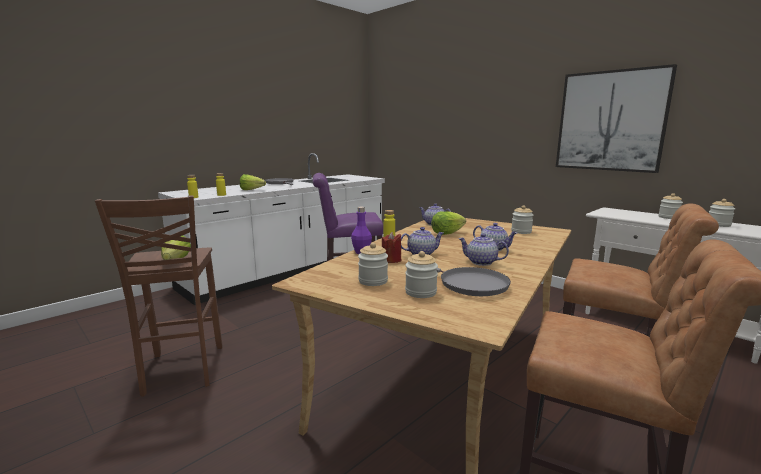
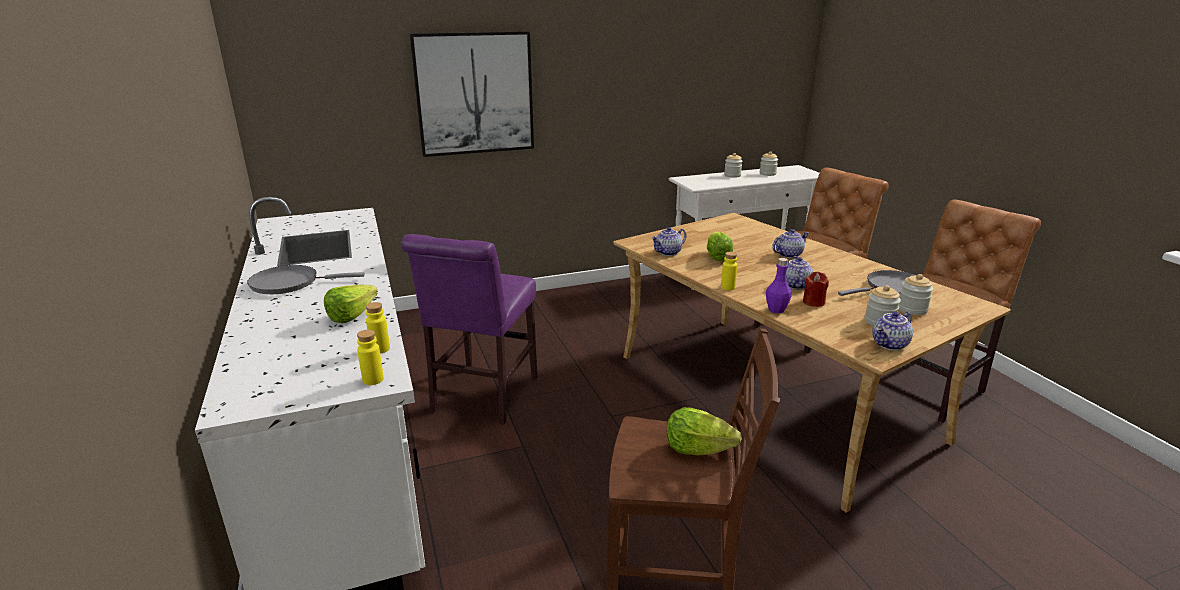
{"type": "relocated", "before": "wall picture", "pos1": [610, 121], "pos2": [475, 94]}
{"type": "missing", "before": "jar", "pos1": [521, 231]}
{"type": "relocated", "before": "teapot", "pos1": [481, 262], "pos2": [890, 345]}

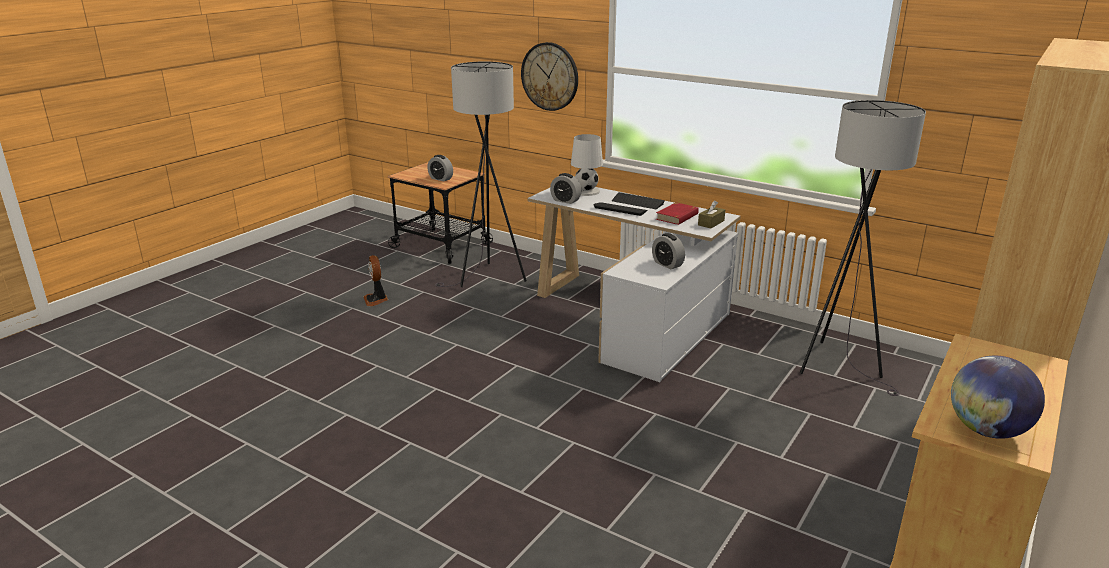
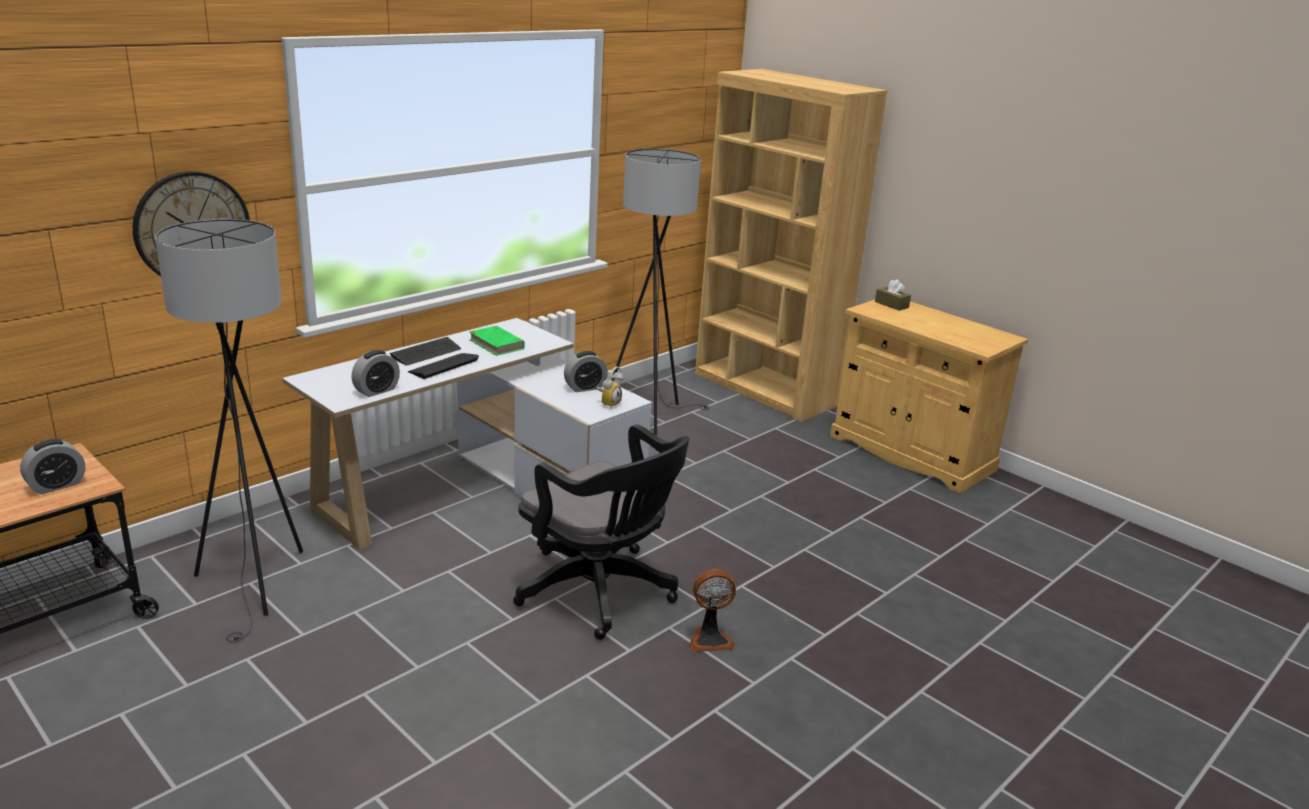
{"type": "missing", "before": "whitish tabletop lamp", "pos1": [586, 191]}
{"type": "relocated", "before": "brown-coloured tissue box", "pos1": [711, 223], "pos2": [891, 304]}
{"type": "colour", "before": "reddish bound book", "after": "green-coloured bound book", "pos1": [677, 216], "pos2": [496, 344]}
{"type": "relocated", "before": "cooling fan", "pos1": [376, 300], "pos2": [710, 639]}
{"type": "missing", "before": "world globe", "pos1": [987, 430]}
{"type": "appeared", "after": "alarm clock", "pos2": [608, 403]}
{"type": "appeared", "after": "black-coloured office chair", "pos2": [601, 593]}

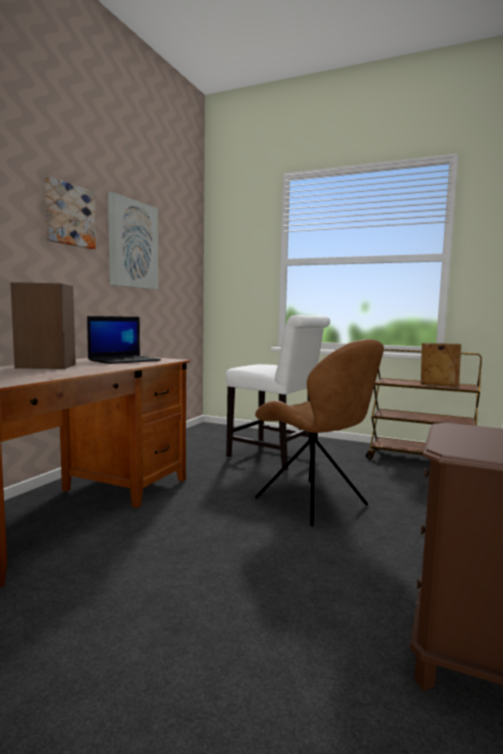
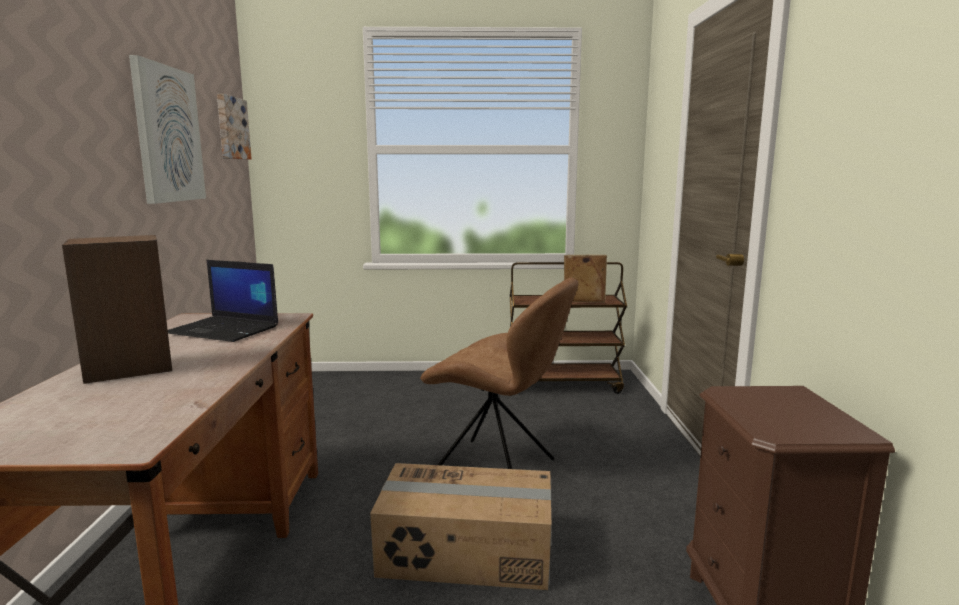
{"type": "relocated", "before": "wall picture", "pos1": [69, 215], "pos2": [231, 128]}
{"type": "missing", "before": "whitish upright chair", "pos1": [275, 457]}
{"type": "spun", "before": "laptop", "pos1": [125, 360], "pos2": [225, 330], "turn": 90}
{"type": "appeared", "after": "packing box", "pos2": [466, 552]}

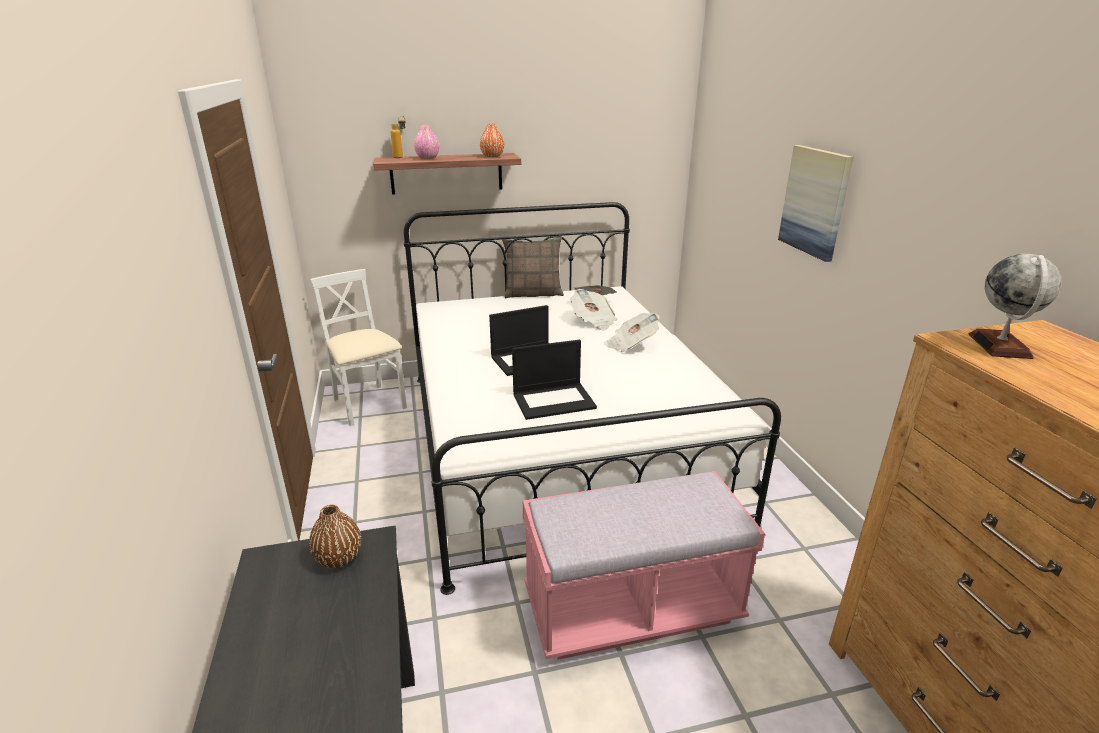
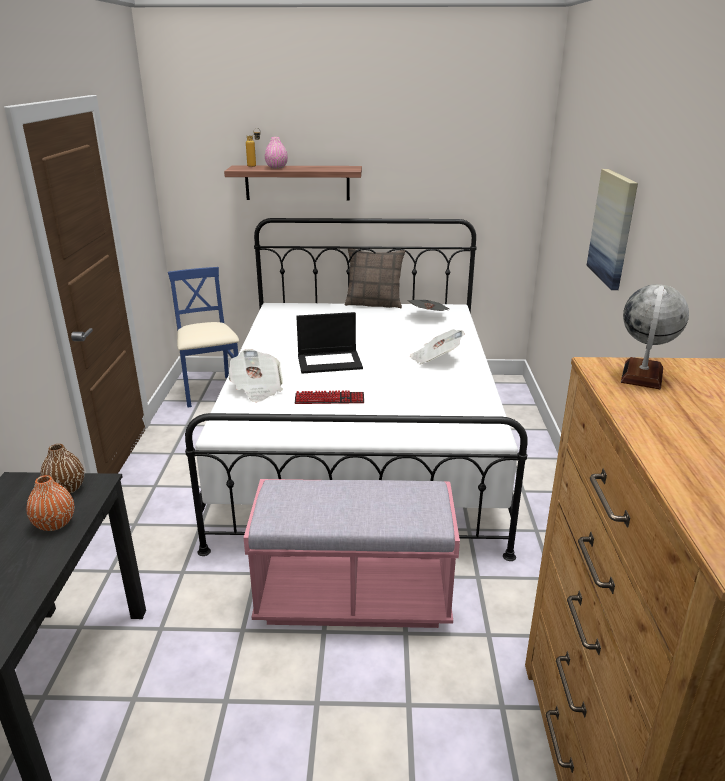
{"type": "relocated", "before": "orange decorative vase", "pos1": [492, 156], "pos2": [54, 523]}
{"type": "colour", "before": "whitish upright chair", "after": "bluish upright chair", "pos1": [368, 404], "pos2": [211, 391]}
{"type": "relocated", "before": "printed paper", "pos1": [593, 321], "pos2": [257, 389]}
{"type": "exchanged", "before": "laptop", "after": "keyboard", "pos1": [554, 400], "pos2": [329, 399]}

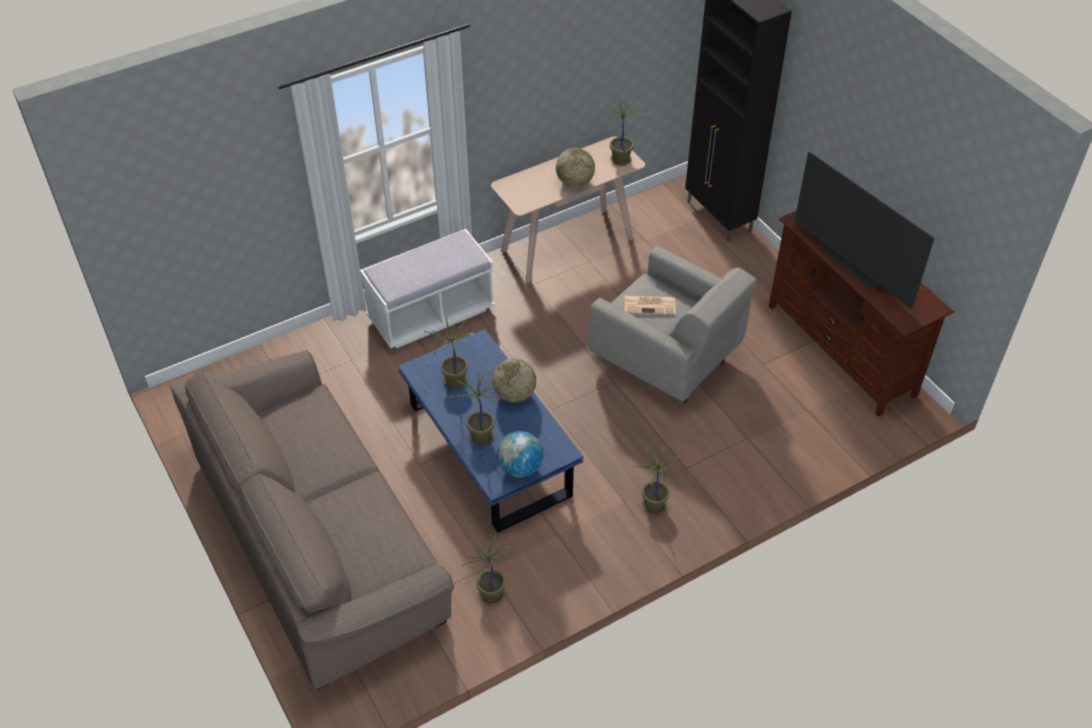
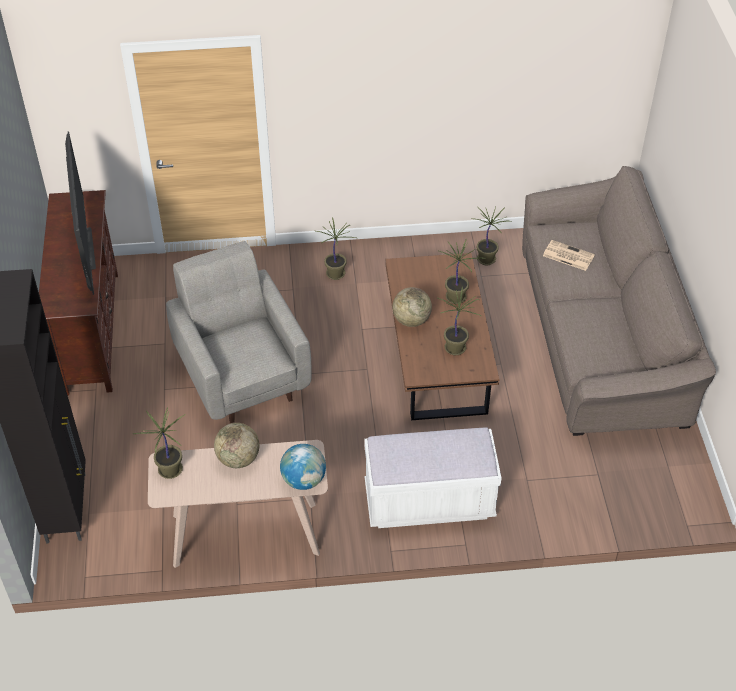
{"type": "relocated", "before": "printed paper", "pos1": [650, 305], "pos2": [567, 256]}
{"type": "colour", "before": "bluish low table", "after": "brown-coloured low table", "pos1": [489, 449], "pos2": [437, 355]}
{"type": "relocated", "before": "world globe", "pos1": [520, 468], "pos2": [304, 480]}

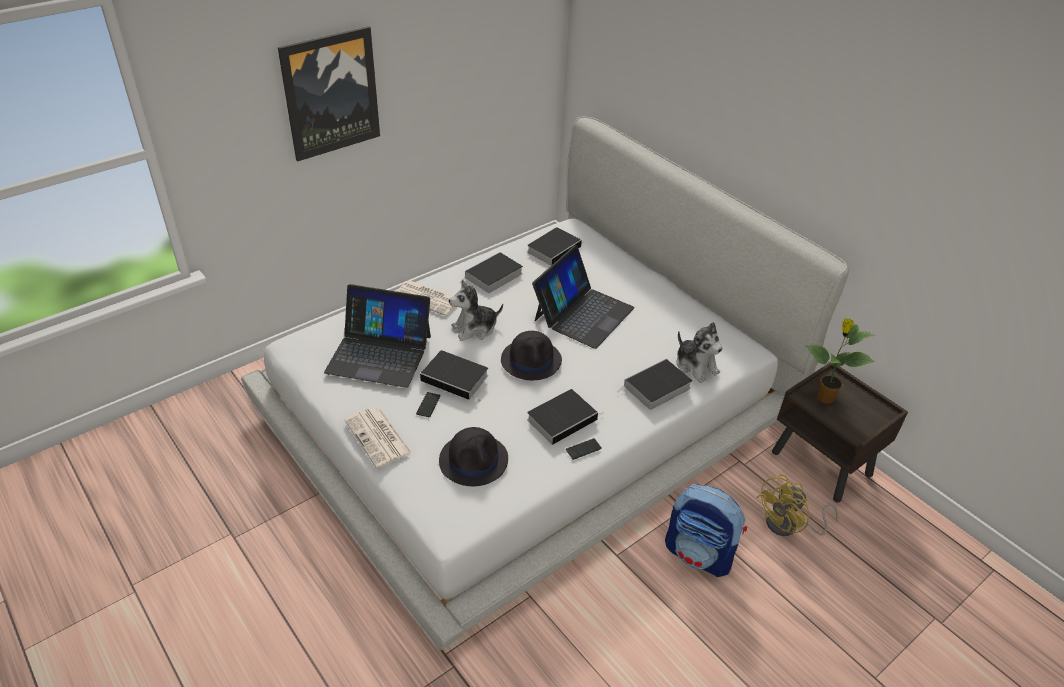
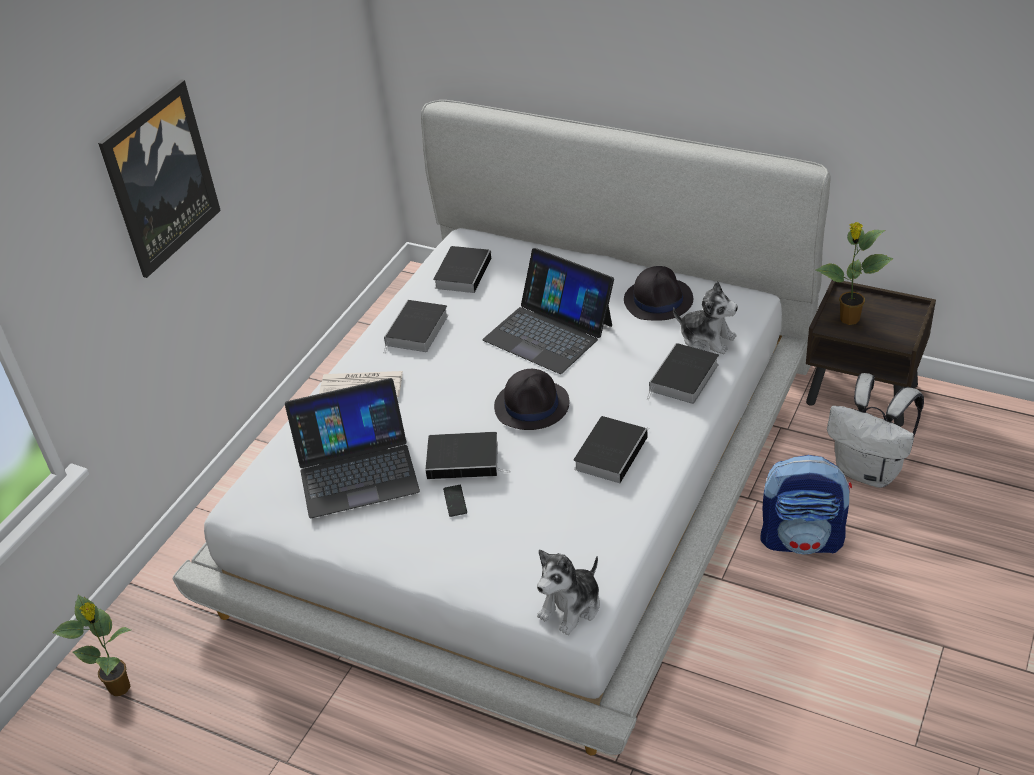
{"type": "spun", "before": "laptop", "pos1": [583, 313], "pos2": [549, 332], "turn": 120}
{"type": "relocated", "before": "cuddly toy", "pos1": [475, 329], "pos2": [571, 607]}
{"type": "missing", "before": "printed paper", "pos1": [379, 438]}
{"type": "relocated", "before": "black-coloured hat", "pos1": [474, 460], "pos2": [658, 300]}
{"type": "missing", "before": "telephone", "pos1": [583, 449]}
{"type": "exchanged", "before": "yellowish cooling fan", "after": "whitish backpack", "pos1": [788, 526], "pos2": [869, 471]}
{"type": "appeared", "after": "plant in a pot", "pos2": [121, 688]}

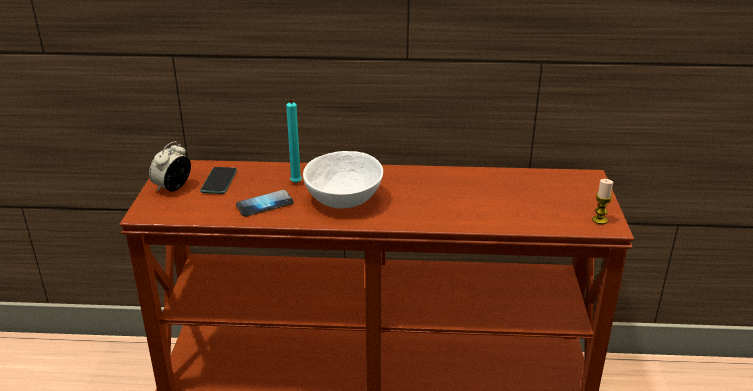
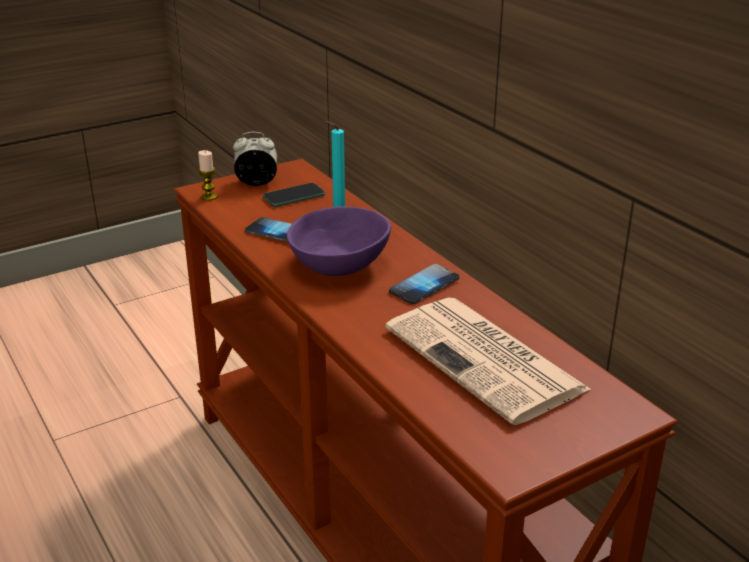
{"type": "colour", "before": "whitish bowl", "after": "purple bowl", "pos1": [343, 198], "pos2": [340, 265]}
{"type": "relocated", "before": "candle", "pos1": [599, 220], "pos2": [209, 197]}
{"type": "appeared", "after": "telephone", "pos2": [424, 286]}
{"type": "appeared", "after": "printed paper", "pos2": [487, 360]}

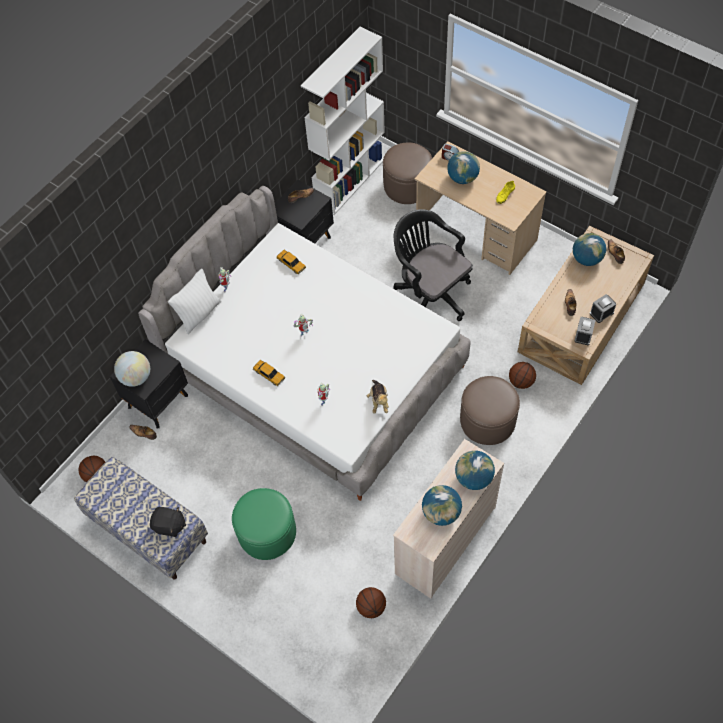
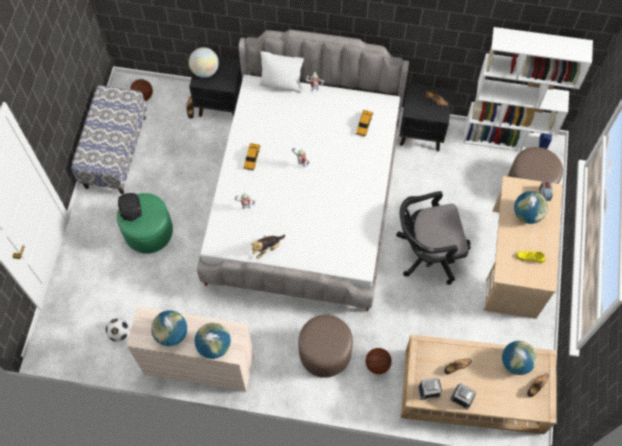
{"type": "spun", "before": "black-coloured office chair", "pos1": [430, 293], "pos2": [427, 252], "turn": -120}
{"type": "relocated", "before": "black-coloured cuddly toy", "pos1": [169, 526], "pos2": [131, 211]}
{"type": "exchanged", "before": "basketball ball", "after": "football ball", "pos1": [371, 606], "pos2": [119, 333]}

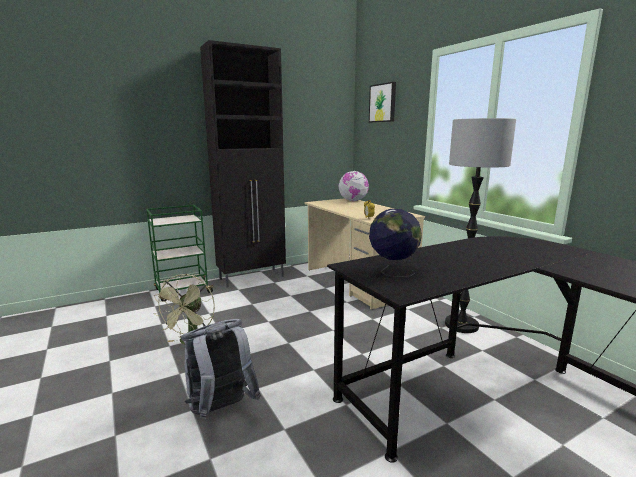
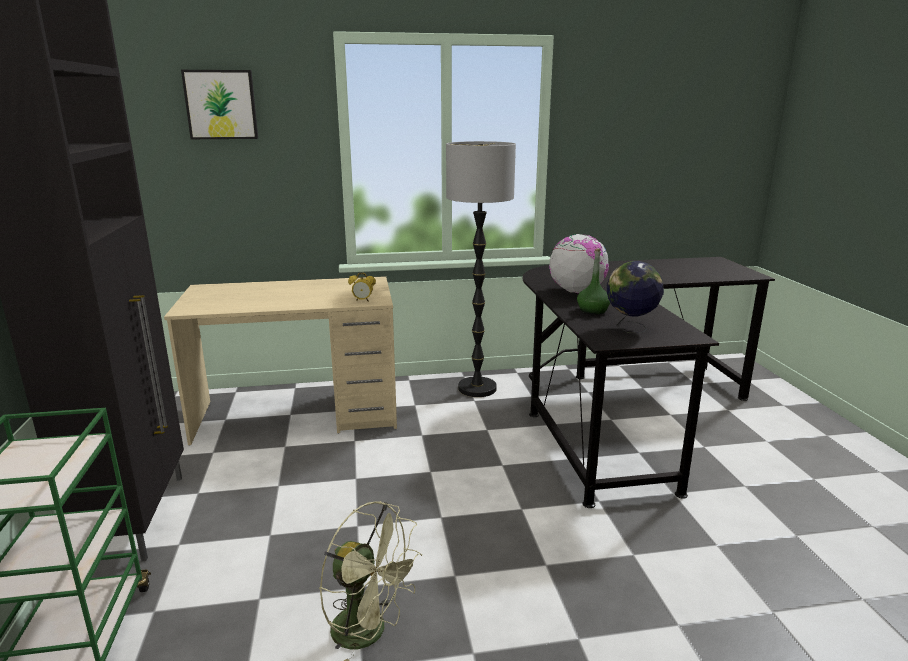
{"type": "relocated", "before": "world globe", "pos1": [353, 201], "pos2": [576, 291]}
{"type": "missing", "before": "grey backpack", "pos1": [221, 410]}
{"type": "appeared", "after": "green-coloured beverage bottle", "pos2": [592, 310]}

